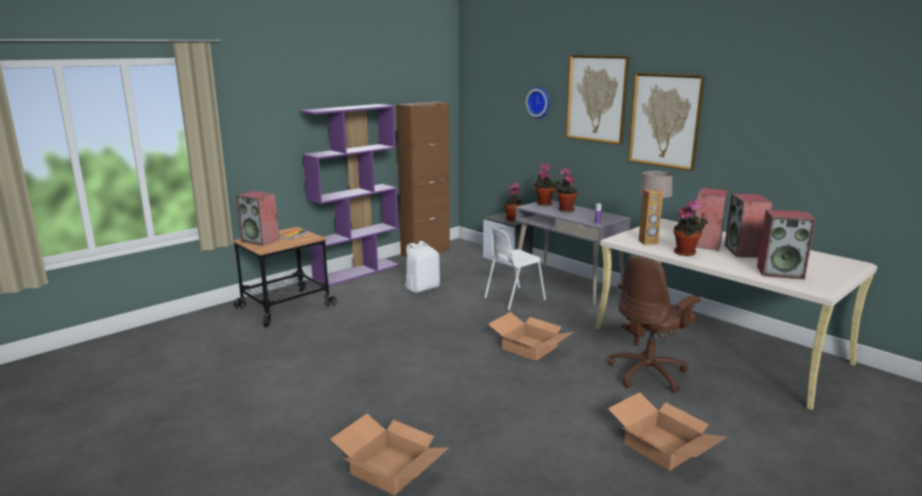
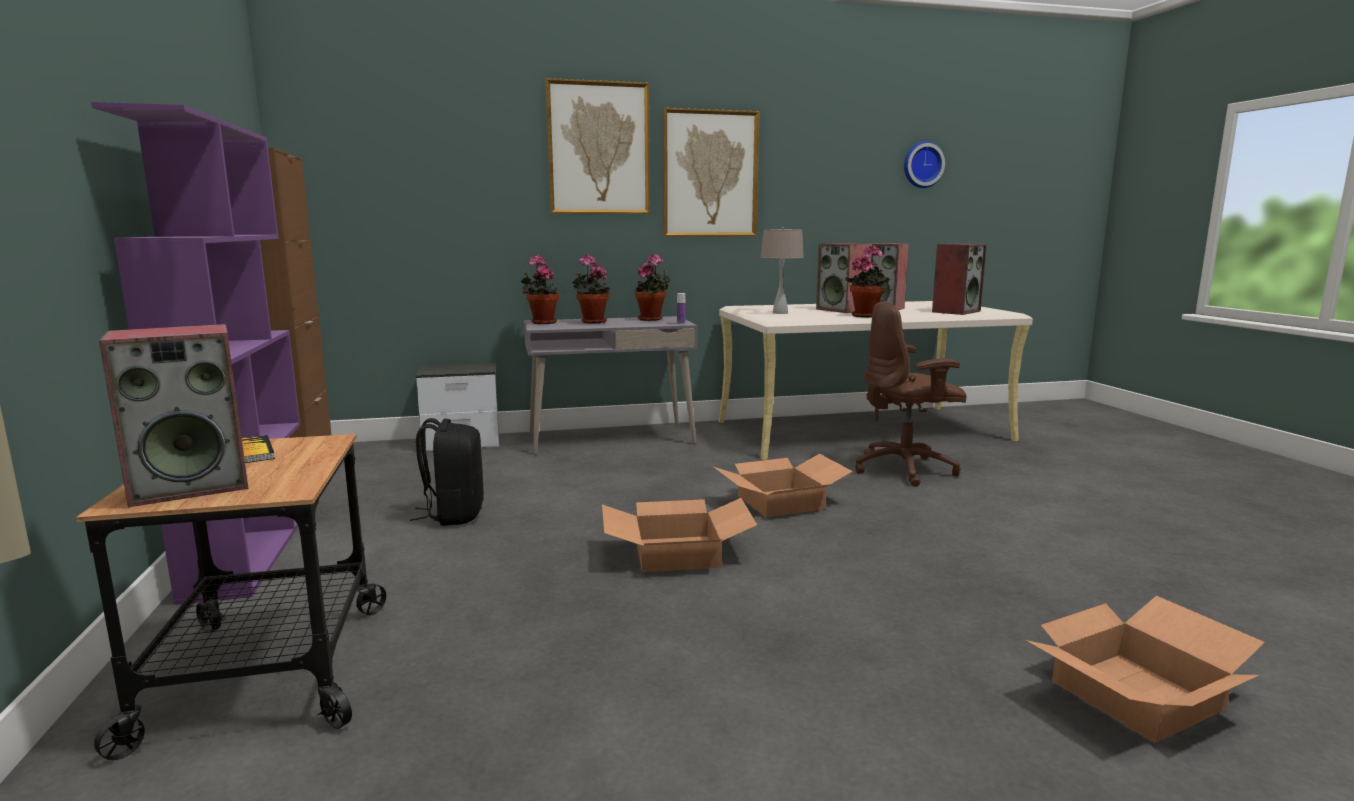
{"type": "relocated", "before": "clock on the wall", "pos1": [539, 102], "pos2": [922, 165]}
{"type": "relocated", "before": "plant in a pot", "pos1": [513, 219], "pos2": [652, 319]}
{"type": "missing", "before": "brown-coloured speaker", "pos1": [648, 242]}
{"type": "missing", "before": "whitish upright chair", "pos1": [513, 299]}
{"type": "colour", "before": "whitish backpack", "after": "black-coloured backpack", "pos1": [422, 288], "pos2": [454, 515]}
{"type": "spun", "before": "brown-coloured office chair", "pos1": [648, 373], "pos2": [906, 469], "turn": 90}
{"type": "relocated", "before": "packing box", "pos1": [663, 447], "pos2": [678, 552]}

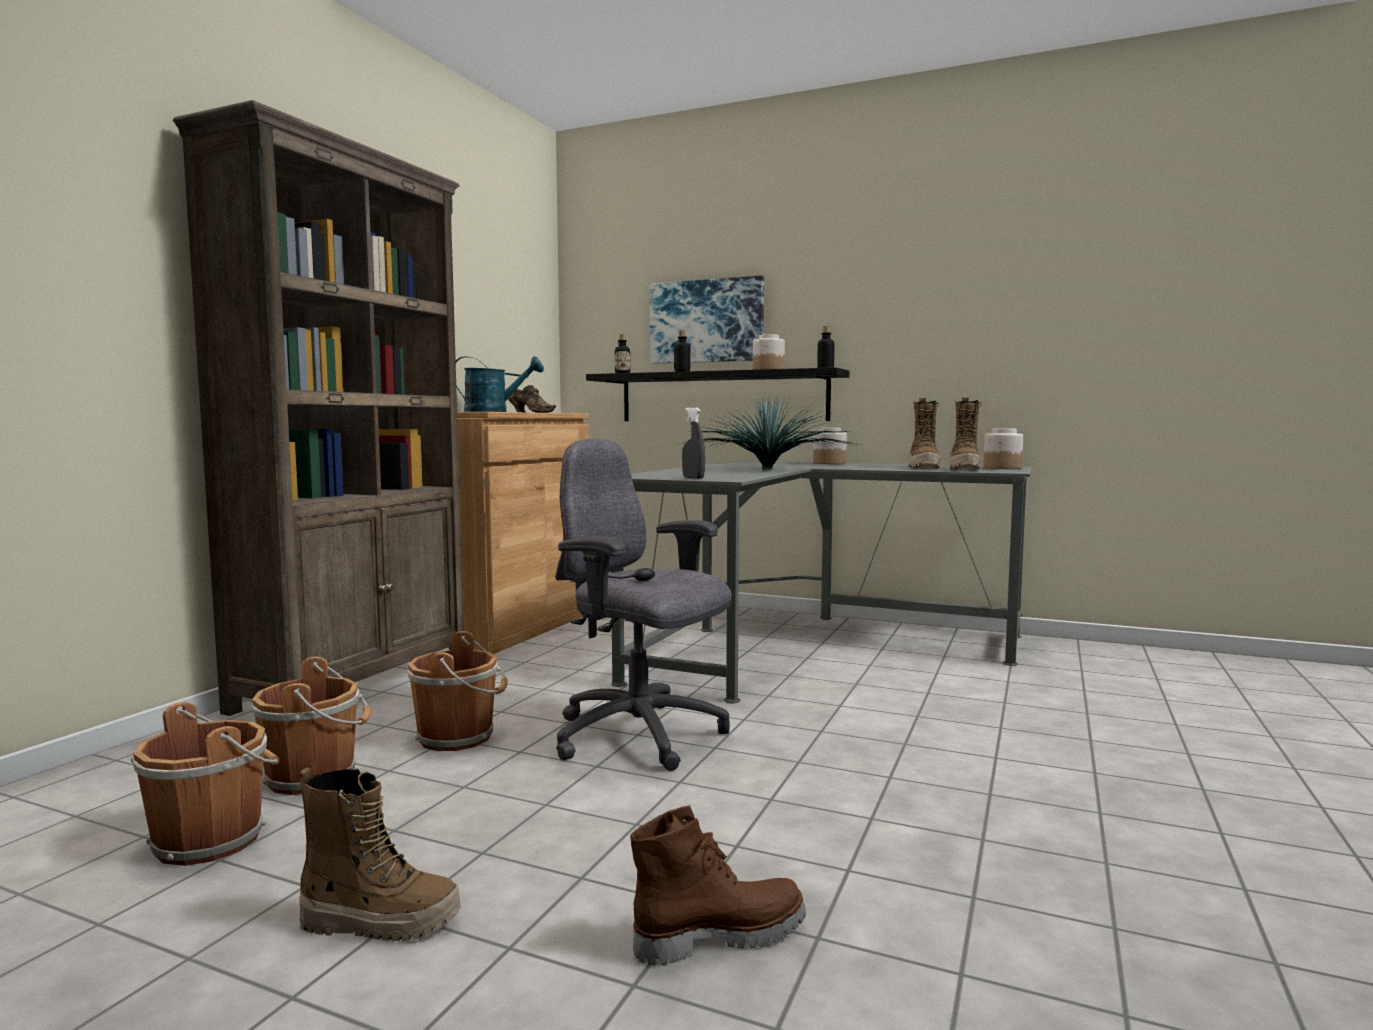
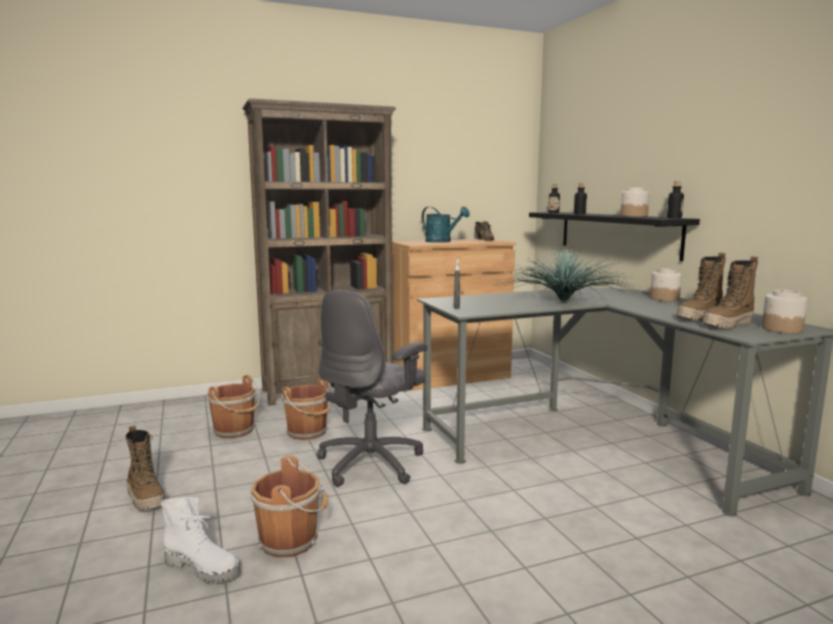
{"type": "missing", "before": "wall picture", "pos1": [707, 321]}
{"type": "spun", "before": "grey office chair", "pos1": [640, 737], "pos2": [372, 463], "turn": -135}
{"type": "relocated", "before": "brown-coloured water bucket", "pos1": [213, 838], "pos2": [291, 540]}
{"type": "colour", "before": "brown-coloured high-top boot", "after": "whitish high-top boot", "pos1": [719, 935], "pos2": [203, 567]}

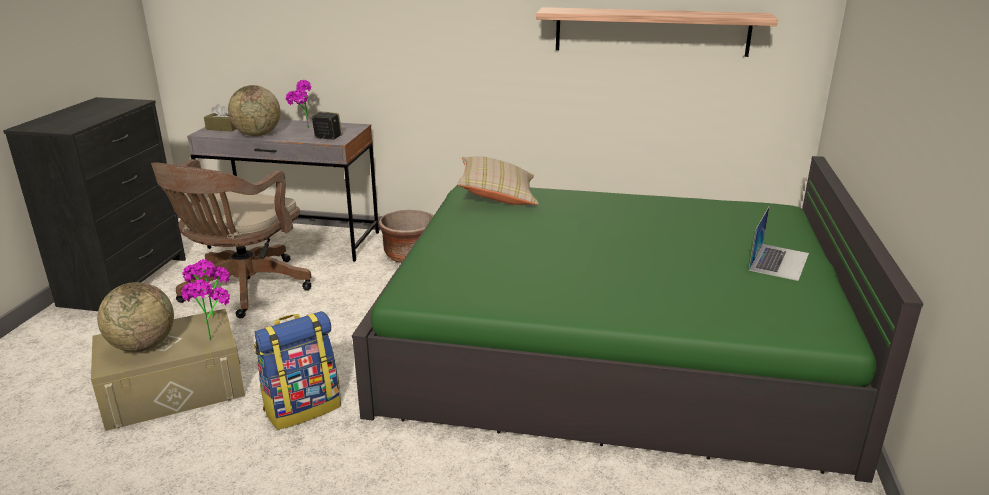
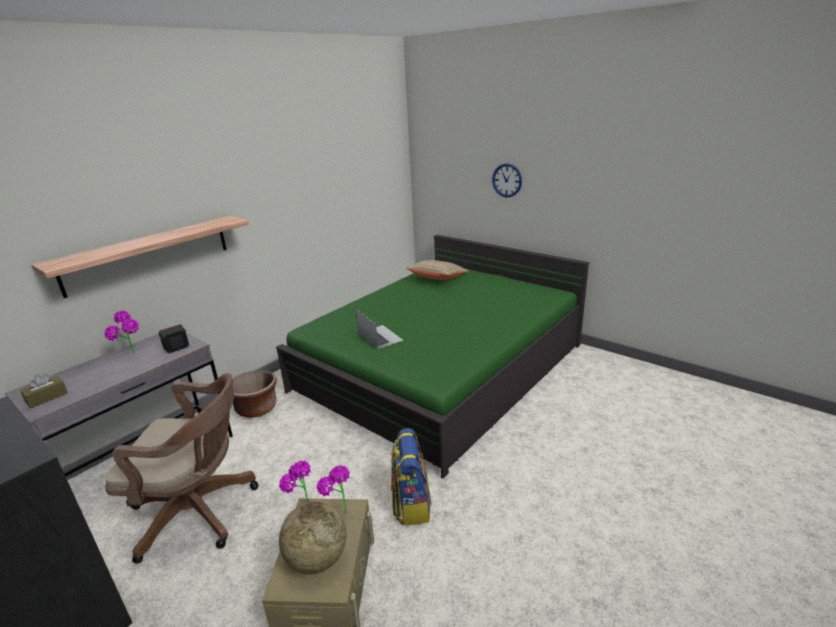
{"type": "relocated", "before": "wall shelf", "pos1": [651, 31], "pos2": [148, 254]}
{"type": "missing", "before": "world globe", "pos1": [258, 134]}
{"type": "relocated", "before": "beige-coloured cushion", "pos1": [497, 196], "pos2": [437, 279]}
{"type": "spun", "before": "brown-coloured office chair", "pos1": [242, 290], "pos2": [200, 512], "turn": -45}
{"type": "relocated", "before": "laptop", "pos1": [779, 261], "pos2": [380, 336]}
{"type": "appeared", "after": "clock on the wall", "pos2": [507, 180]}

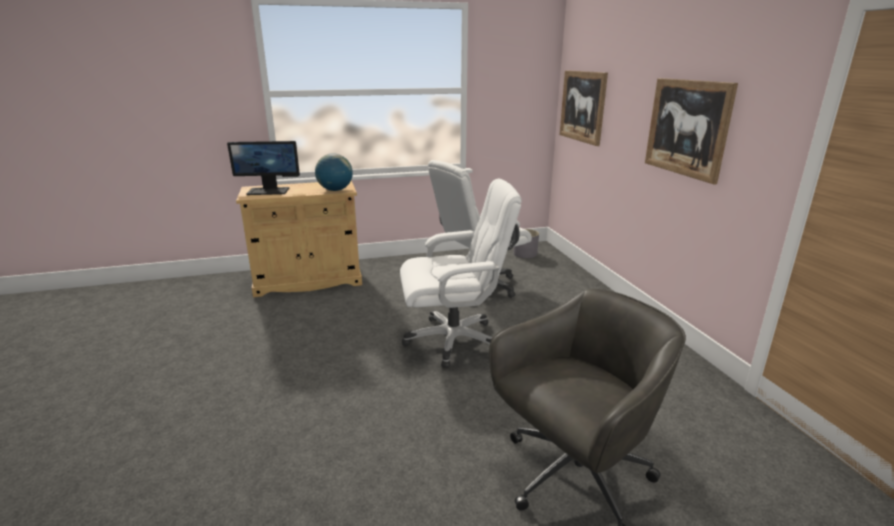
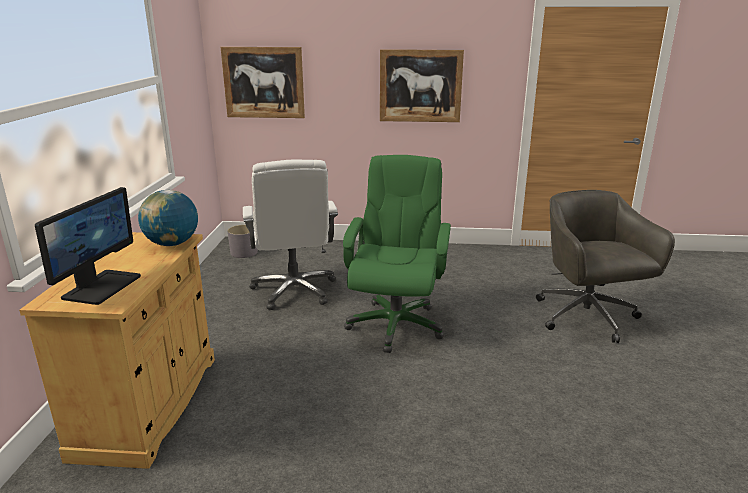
{"type": "colour", "before": "whitish office chair", "after": "green-coloured office chair", "pos1": [454, 340], "pos2": [395, 324]}

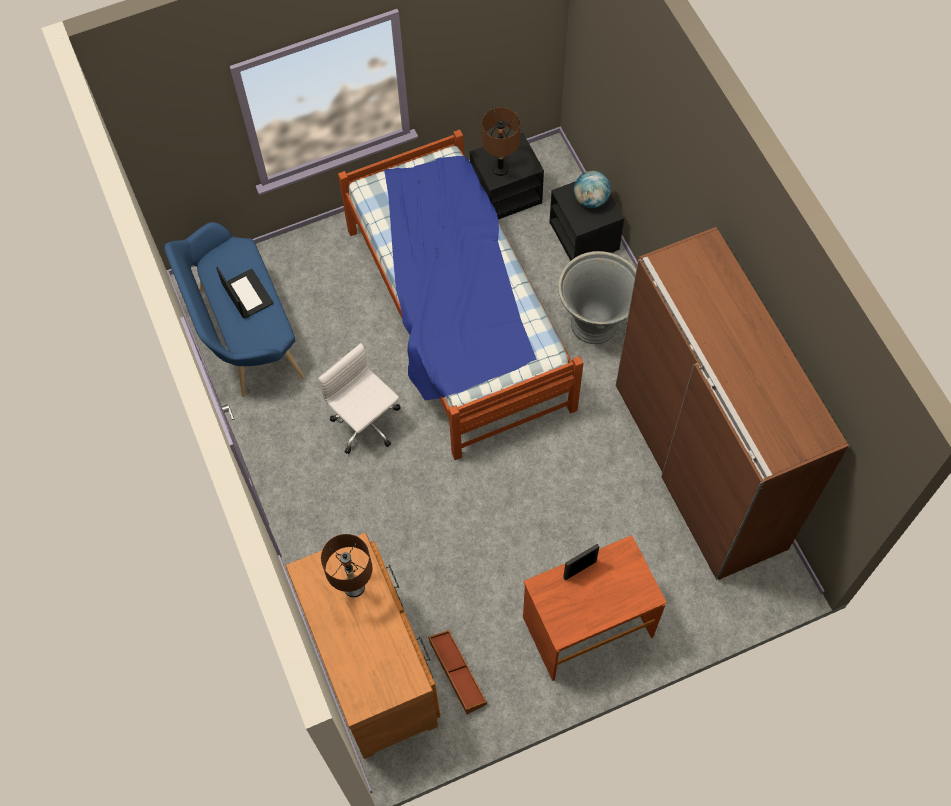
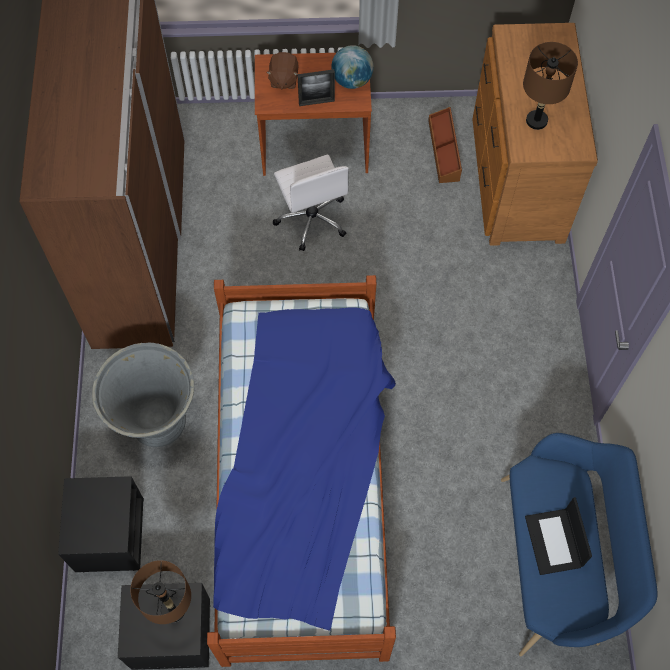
{"type": "relocated", "before": "world globe", "pos1": [591, 200], "pos2": [352, 80]}
{"type": "relocated", "before": "whitish office chair", "pos1": [366, 424], "pos2": [312, 219]}
{"type": "appeared", "after": "brown-coloured cuddly toy", "pos2": [283, 79]}

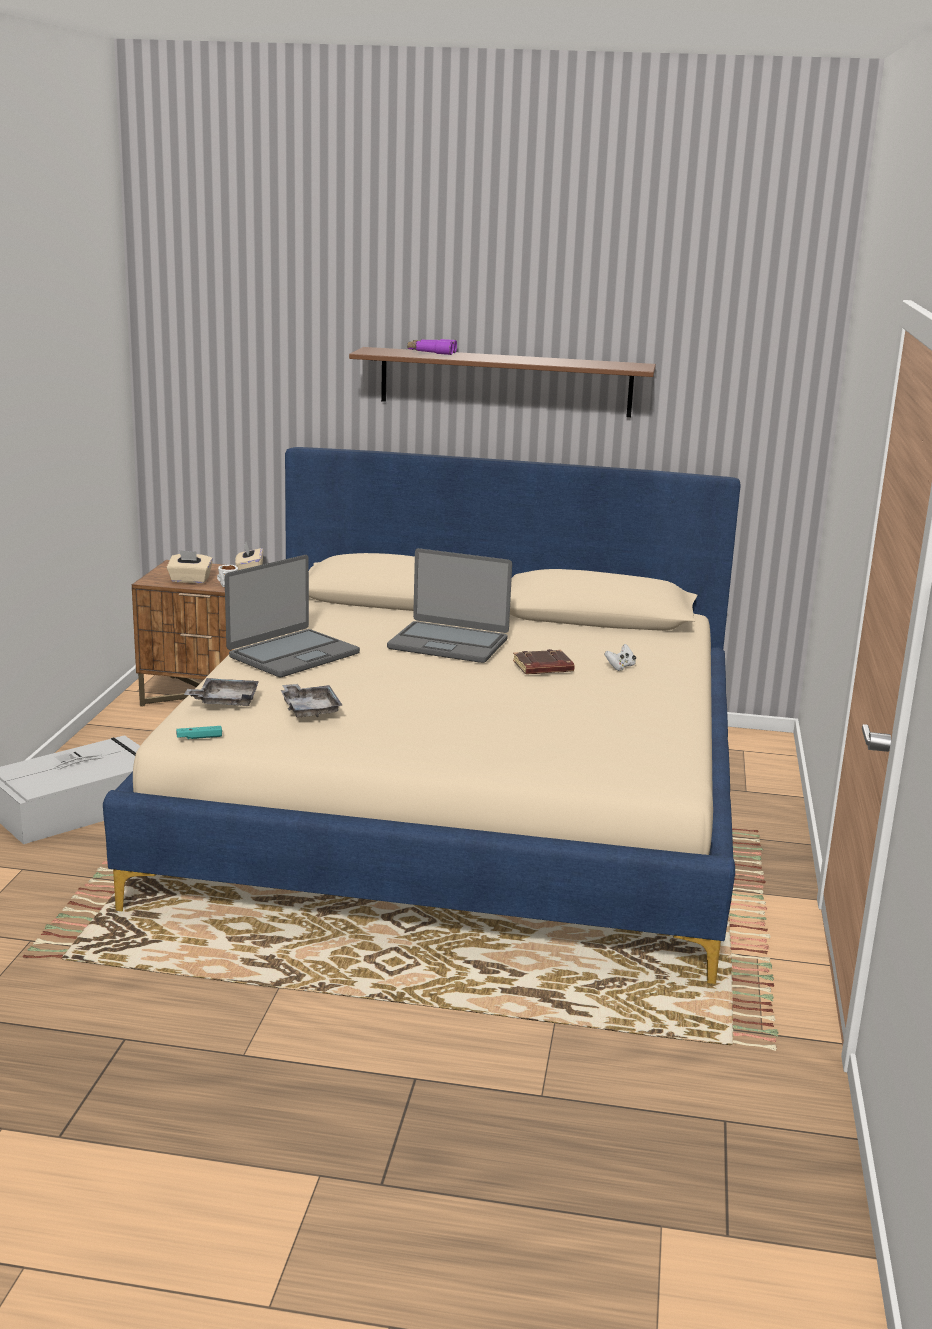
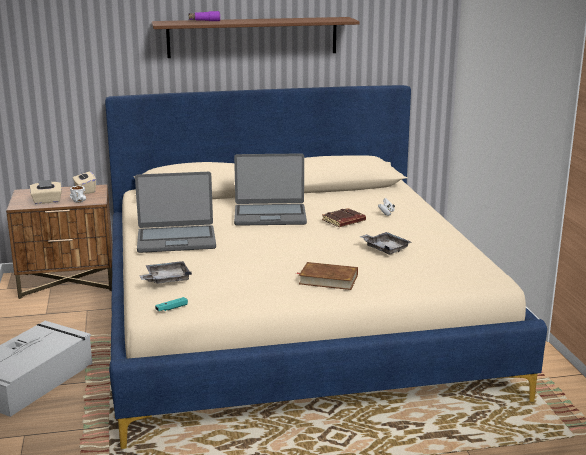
{"type": "spun", "before": "laptop", "pos1": [292, 655], "pos2": [176, 240], "turn": 60}
{"type": "relocated", "before": "grey tray", "pos1": [310, 709], "pos2": [385, 248]}
{"type": "appeared", "after": "brown-coloured bound book", "pos2": [328, 279]}

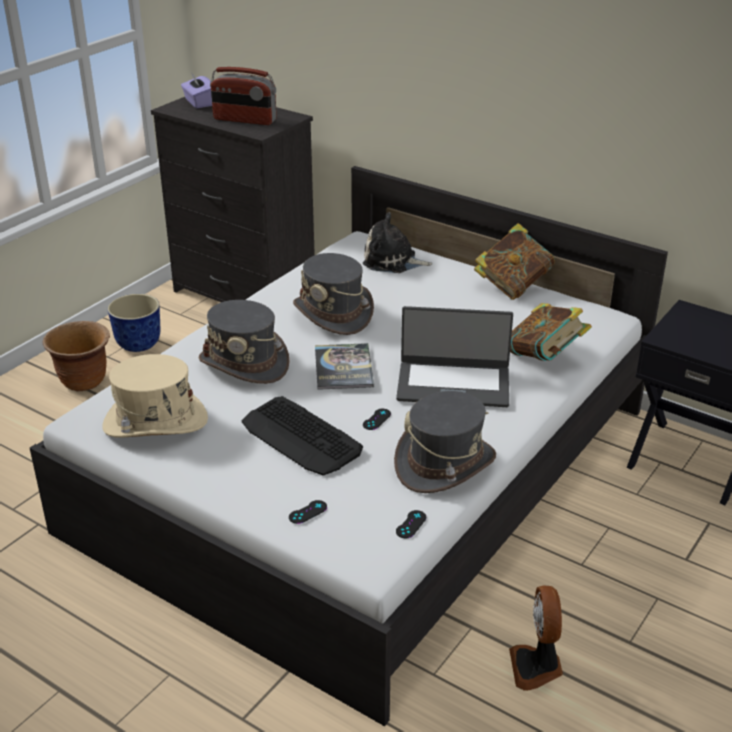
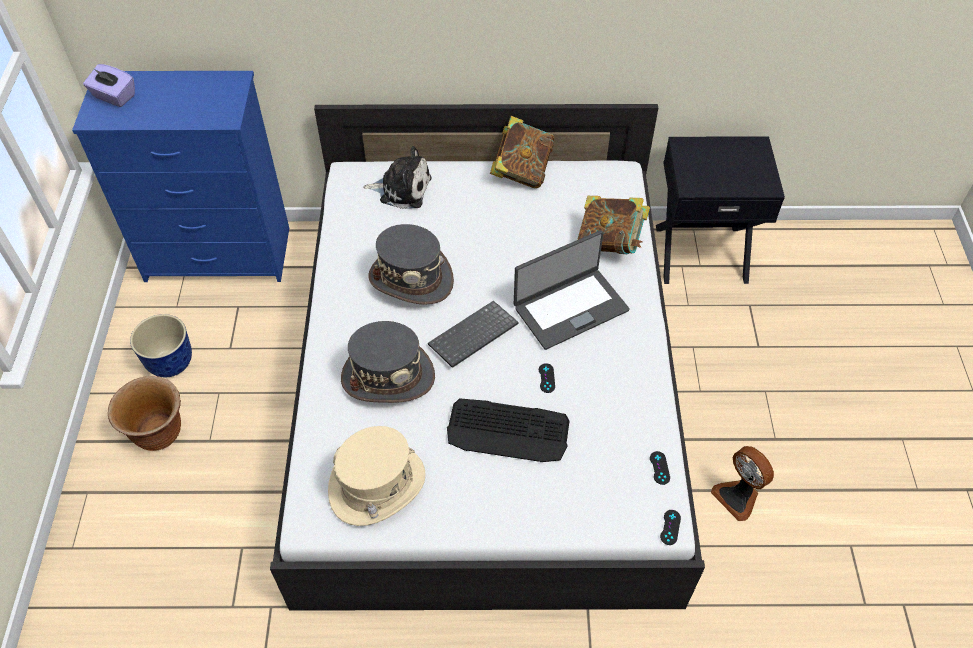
{"type": "missing", "before": "radio set", "pos1": [244, 120]}
{"type": "colour", "before": "black-coloured dresser", "after": "bluish dresser", "pos1": [244, 296], "pos2": [219, 255]}
{"type": "spun", "before": "cuddly toy", "pos1": [392, 261], "pos2": [402, 189], "turn": -150}
{"type": "exchanged", "before": "bound book", "after": "keyboard", "pos1": [343, 367], "pos2": [473, 337]}
{"type": "missing", "before": "grey hat", "pos1": [445, 464]}
{"type": "relocated", "before": "black-coloured gamepad", "pos1": [308, 512], "pos2": [670, 527]}

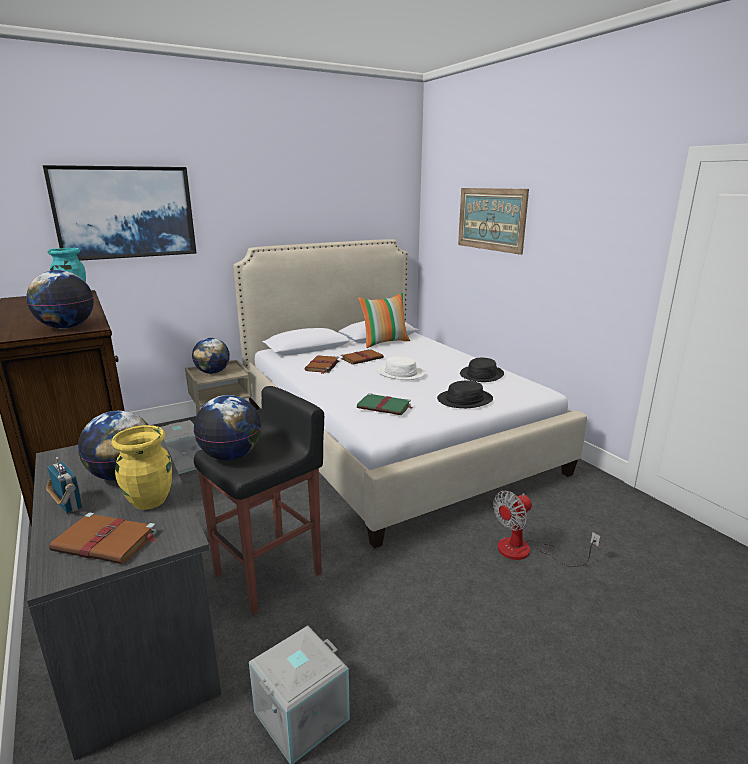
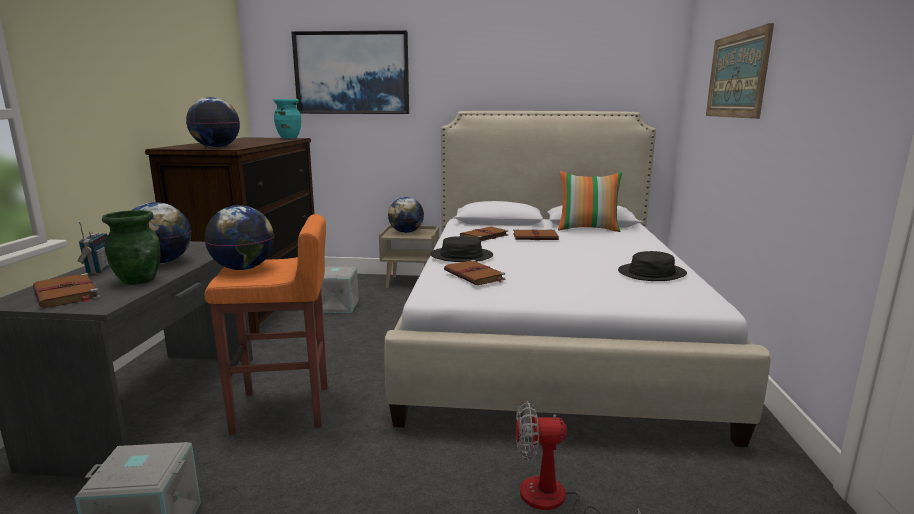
{"type": "missing", "before": "whitish hat", "pos1": [400, 373]}
{"type": "relocated", "before": "black-coloured hat", "pos1": [465, 400], "pos2": [461, 256]}
{"type": "colour", "before": "black-coloured stool seat", "after": "orange stool seat", "pos1": [270, 574], "pos2": [283, 410]}
{"type": "colour", "before": "green-coloured bound book", "after": "brown-coloured bound book", "pos1": [385, 407], "pos2": [475, 275]}
{"type": "colour", "before": "yellowish decorative vase", "after": "green-coloured decorative vase", "pos1": [150, 500], "pos2": [139, 280]}

